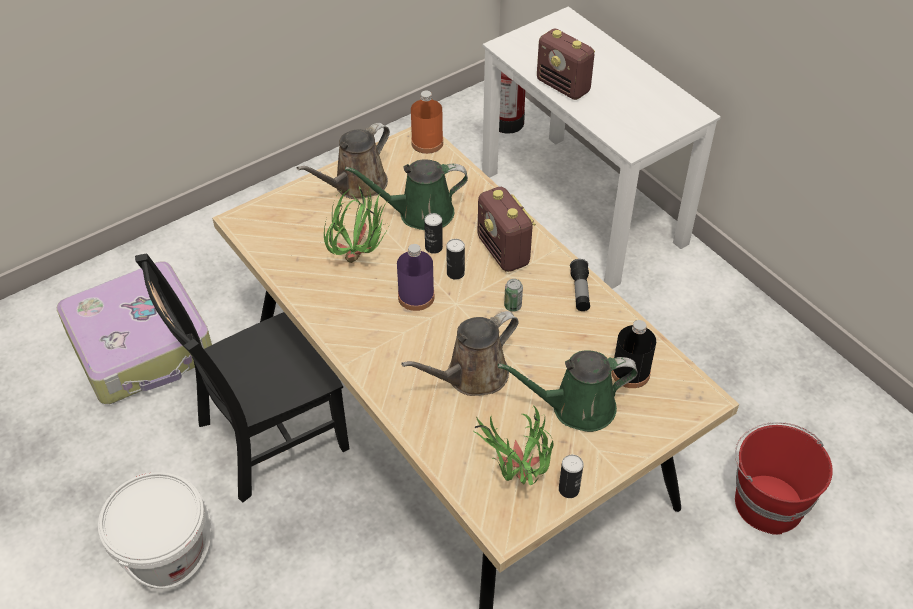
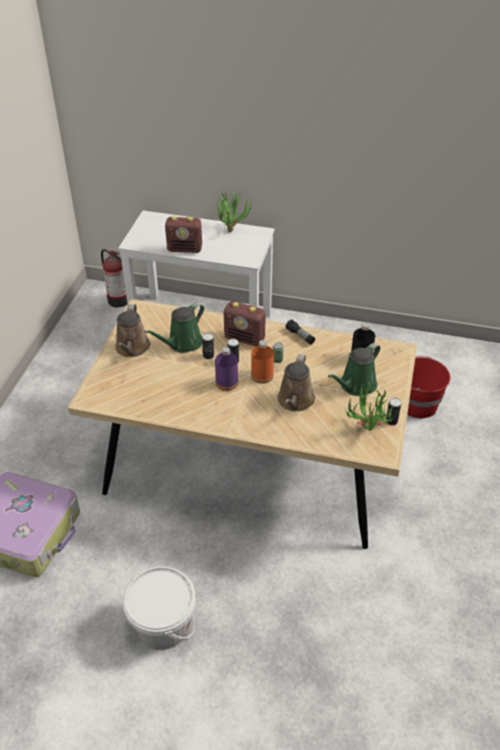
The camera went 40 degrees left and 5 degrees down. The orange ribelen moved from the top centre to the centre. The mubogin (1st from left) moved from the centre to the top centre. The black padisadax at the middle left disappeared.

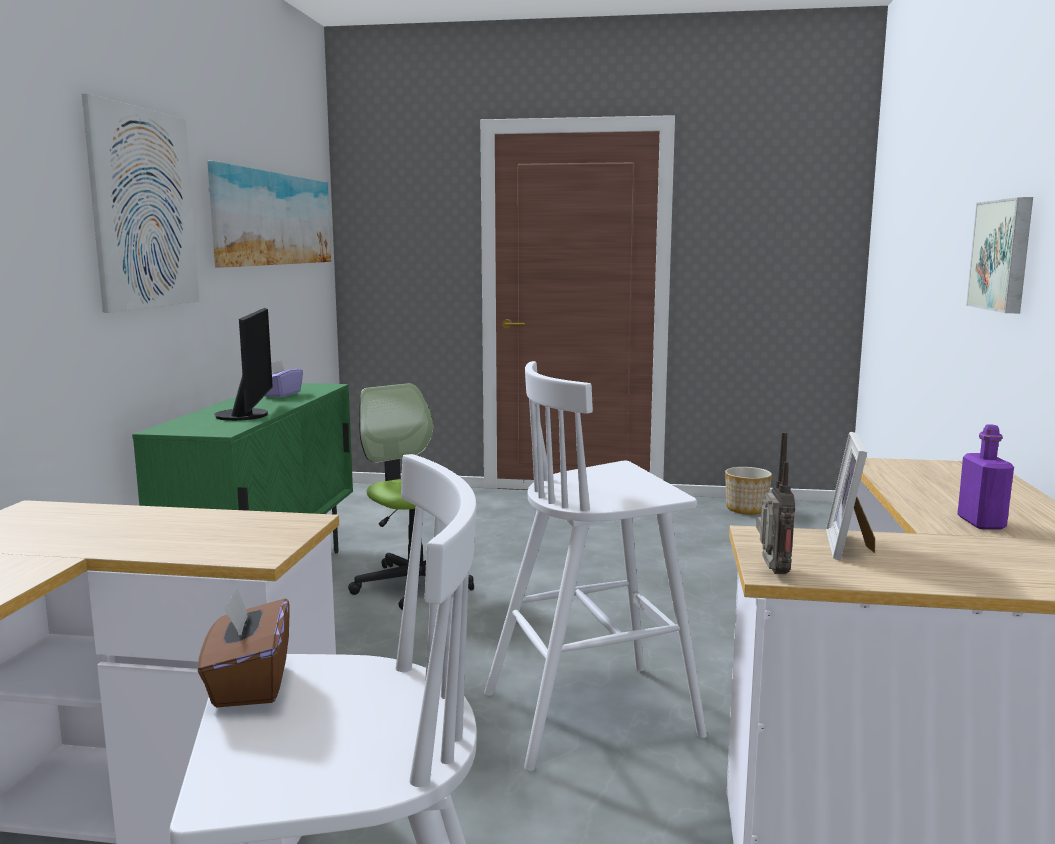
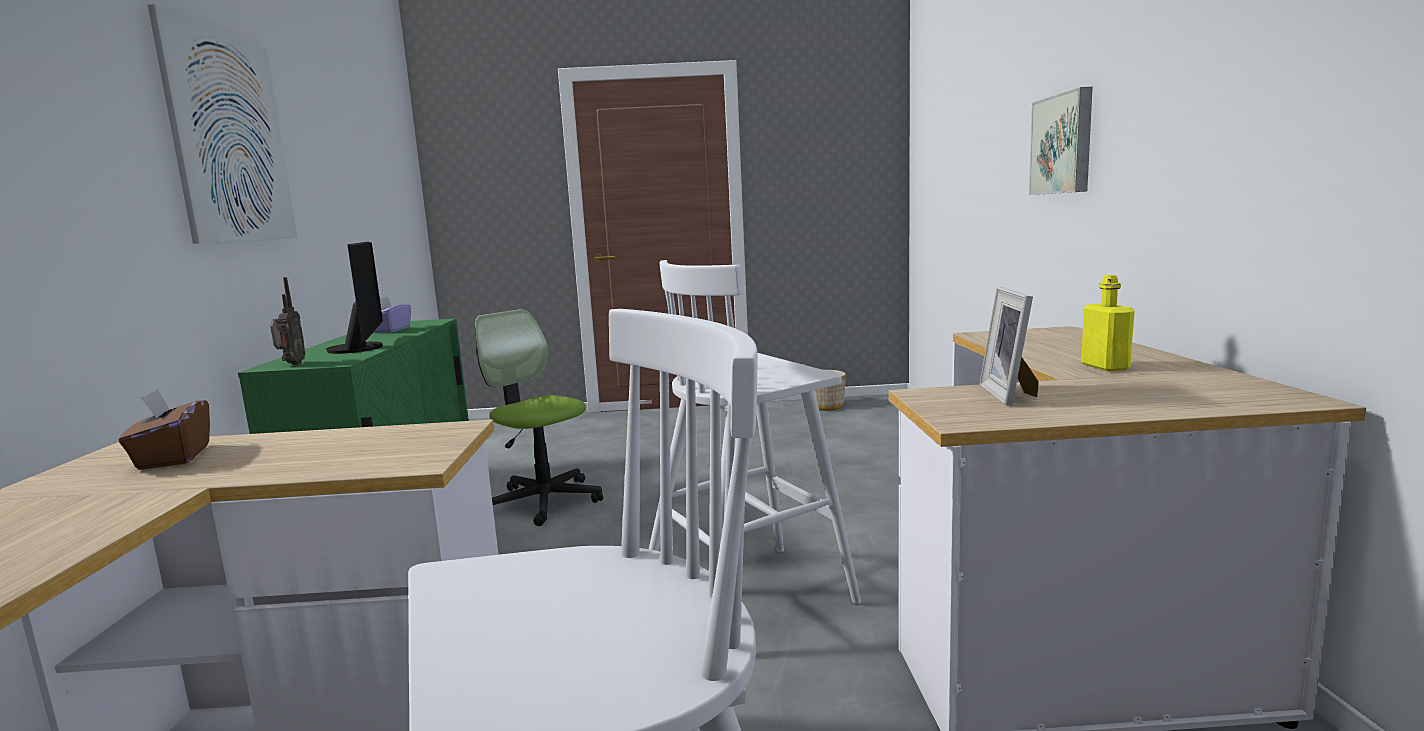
The camera went 10 degrees left and 0 degrees up. The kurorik (2nd from left) at the top left disappeared. The purple ribelen at the middle right became the yellow ribelen at the middle right. The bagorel moved from the middle right to the middle left. The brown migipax moved from the bottom left to the middle left.

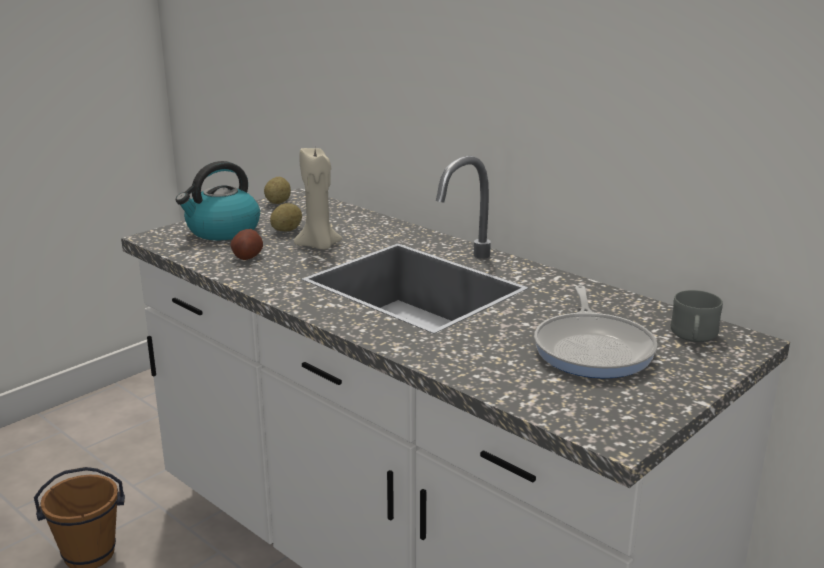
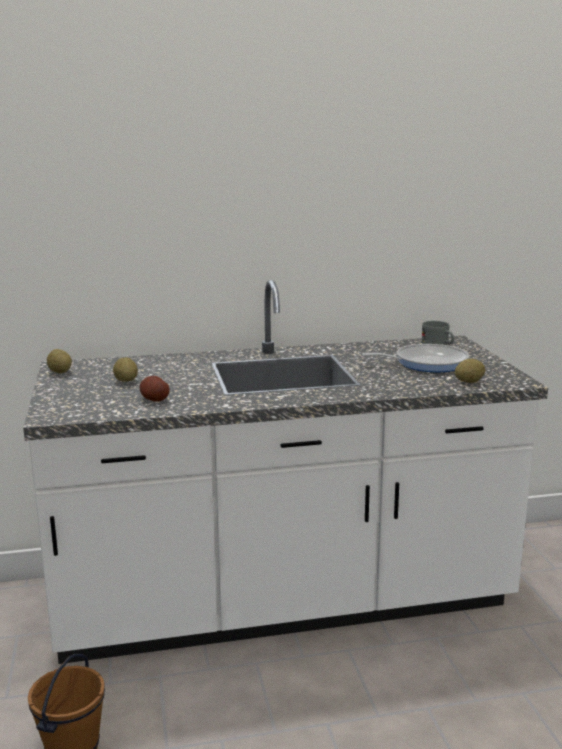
The camera went 55 degrees left and 5 degrees down. The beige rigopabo at the centre disappeared. The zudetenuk at the middle left disappeared. The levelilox at the middle right turned 45 degrees counterclockwise. The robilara (4th from left) at the middle right appeared.

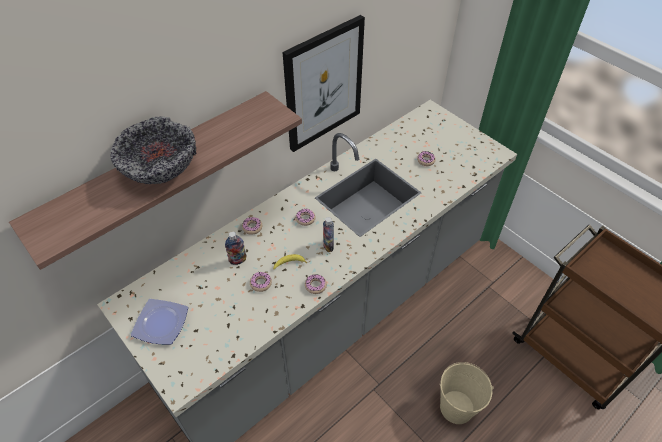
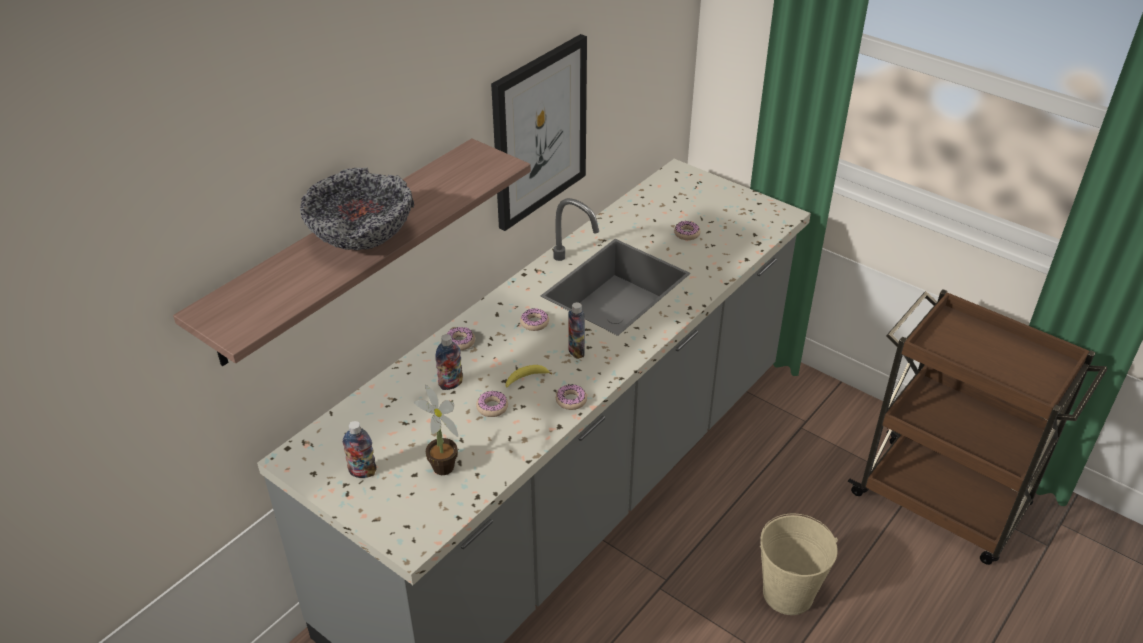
The camera went 10 degrees left and 10 degrees down. The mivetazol at the bottom left was replaced by the ribelen (1st from left) at the bottom left. The mubogin at the bottom centre appeared.

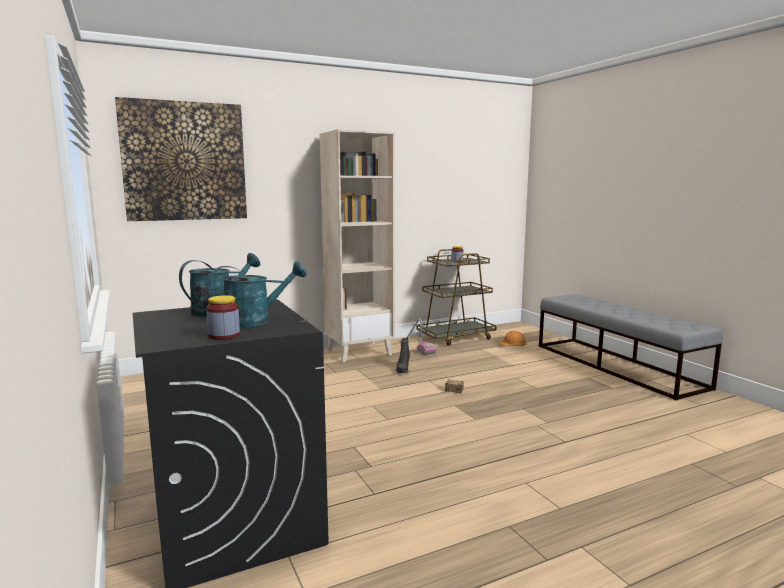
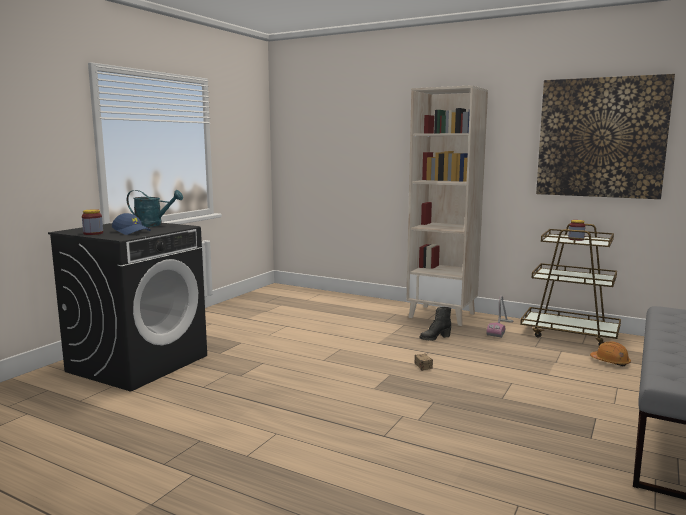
The camera went 55 degrees right and 0 degrees up. The kurorik moved from the top left to the top right. The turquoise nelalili (2nd from left) at the middle left was replaced by the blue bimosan at the middle left.

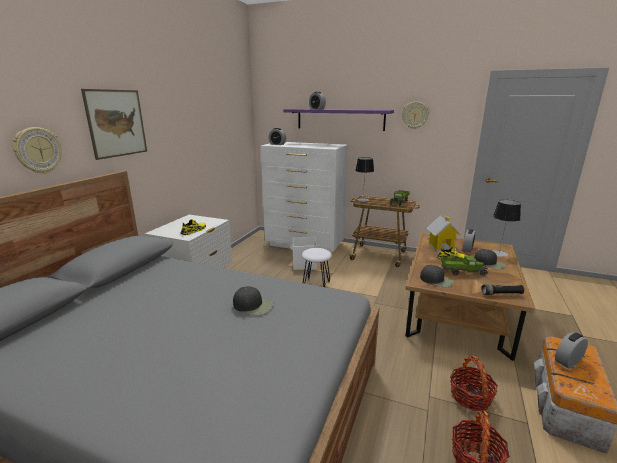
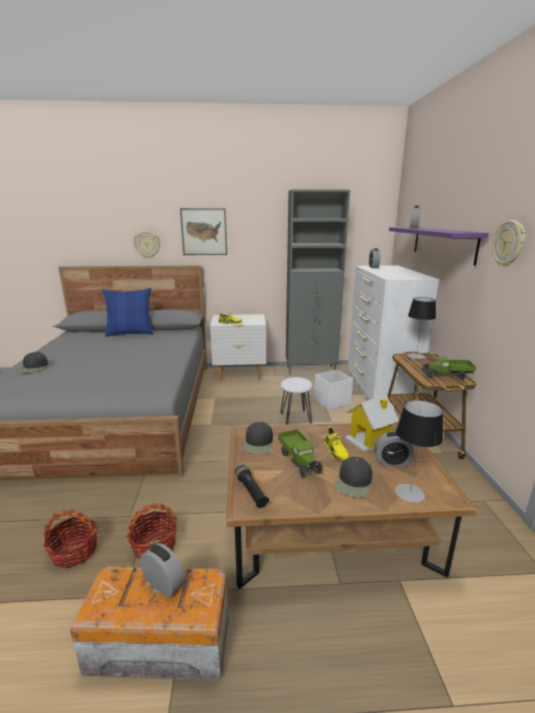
The camera went 65 degrees right and 0 degrees up. The black bimosan (1st from left) moved from the centre to the middle left. The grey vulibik at the centre appeared. The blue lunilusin at the middle left appeared.

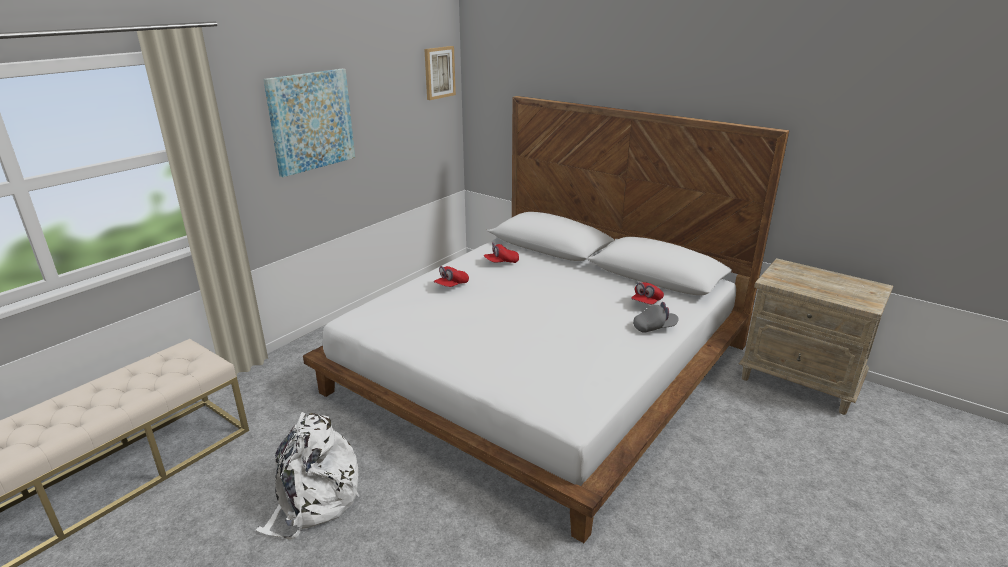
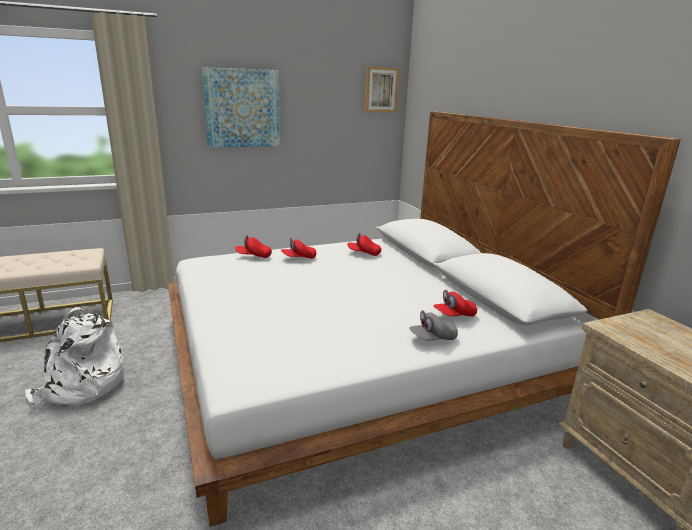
The camera went 30 degrees right and 5 degrees down. The grey bimosan at the centre turned 135 degrees clockwise. The red bimosan (1st from left) at the centre appeared.

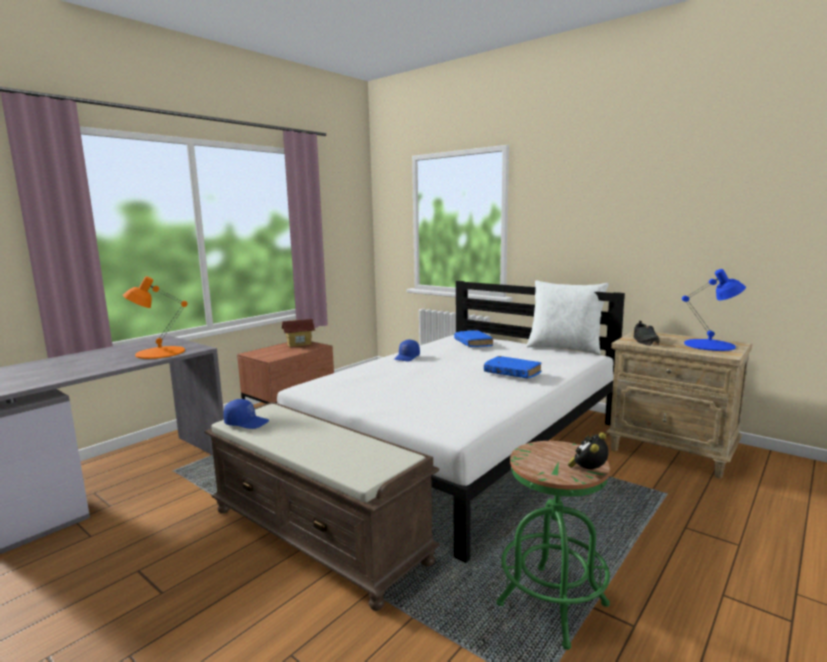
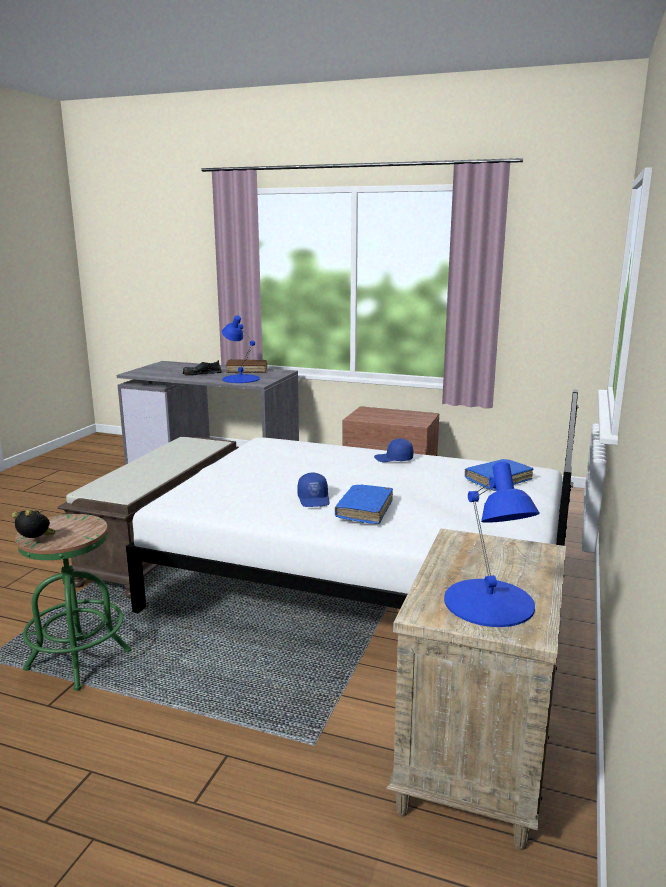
The camera went 70 degrees right and 5 degrees up. The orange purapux at the middle left became the blue purapux (1st from left) at the centre. The white lunilusin at the middle right disappeared. The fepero at the centre disappeared. The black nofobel moved from the middle right to the middle left. The blue bimosan (1st from left) moved from the middle left to the centre. The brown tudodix at the centre appeared.

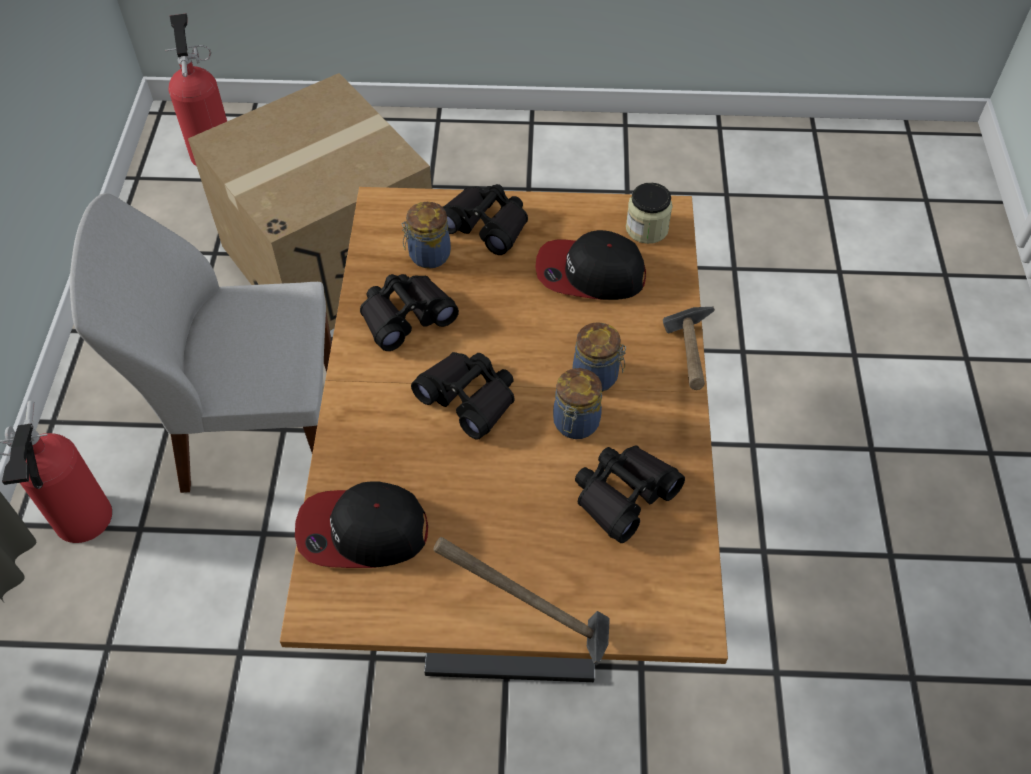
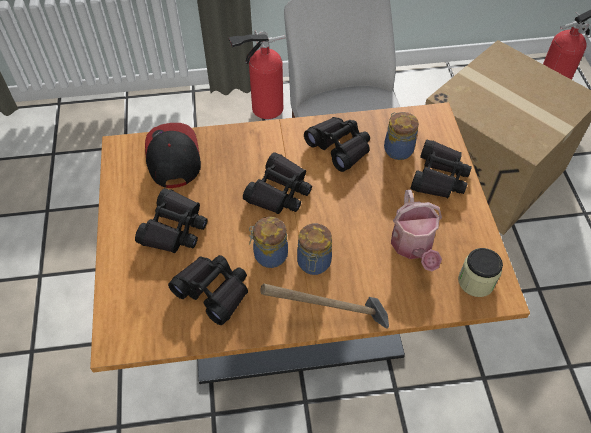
The camera went 80 degrees right and 0 degrees up. The bimosan (2nd from left) at the centre was replaced by the nelalili at the middle right. The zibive (1st from left) at the bottom centre disappeared. The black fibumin (1st from left) at the middle left appeared.

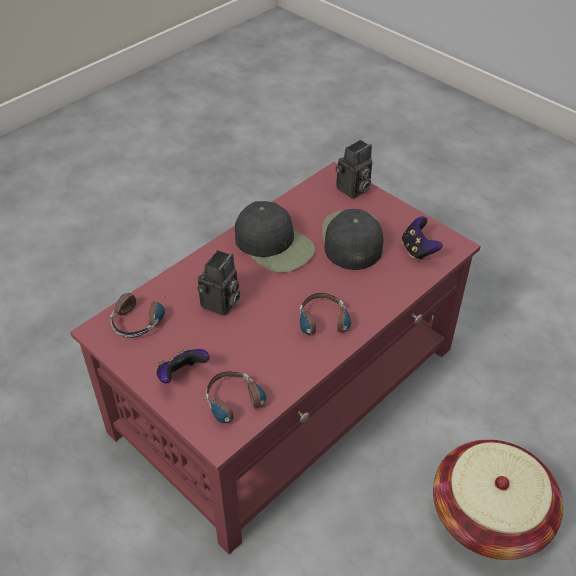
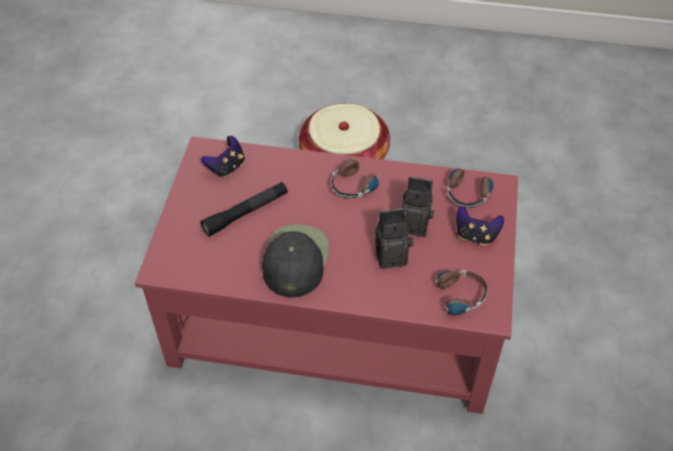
The camera went 125 degrees left and 5 degrees up. The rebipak (2nd from left) moved from the top centre to the centre. The black bimosan (2nd from left) at the centre was replaced by the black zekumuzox at the centre.

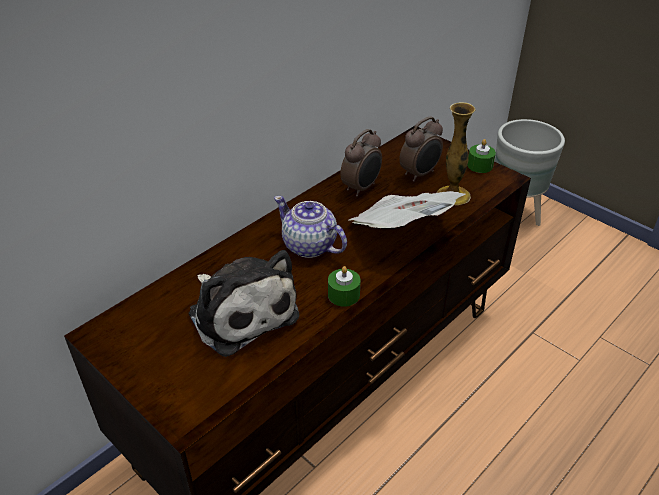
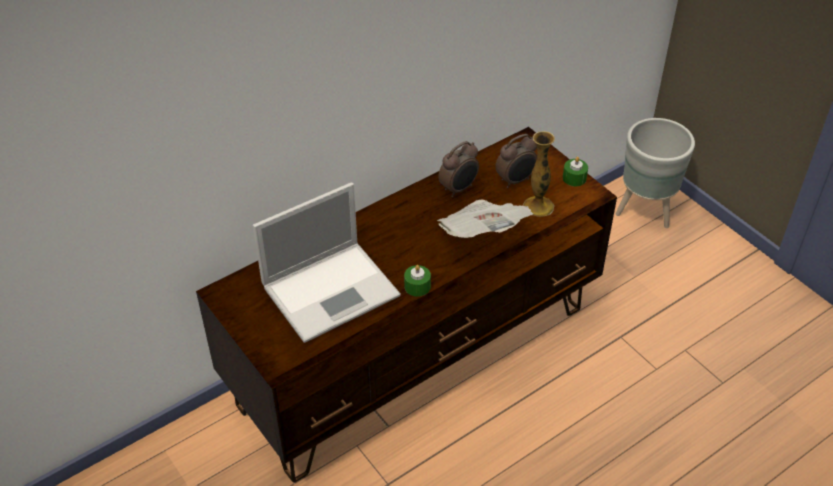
The camera went 10 degrees right and 5 degrees up. The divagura at the centre disappeared. The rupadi at the centre was replaced by the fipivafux at the centre.

